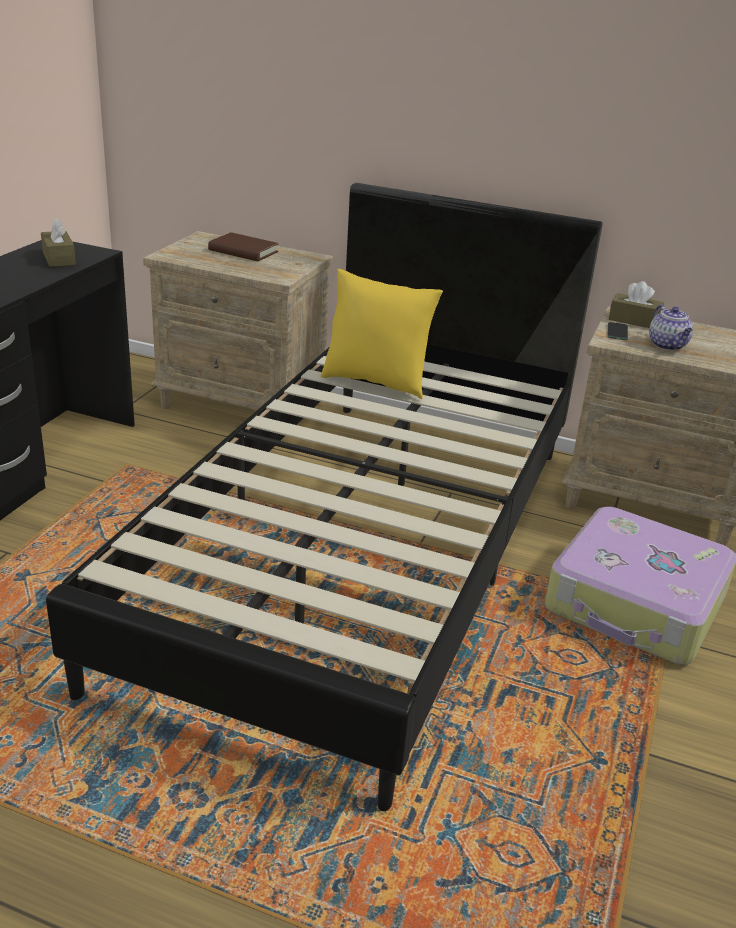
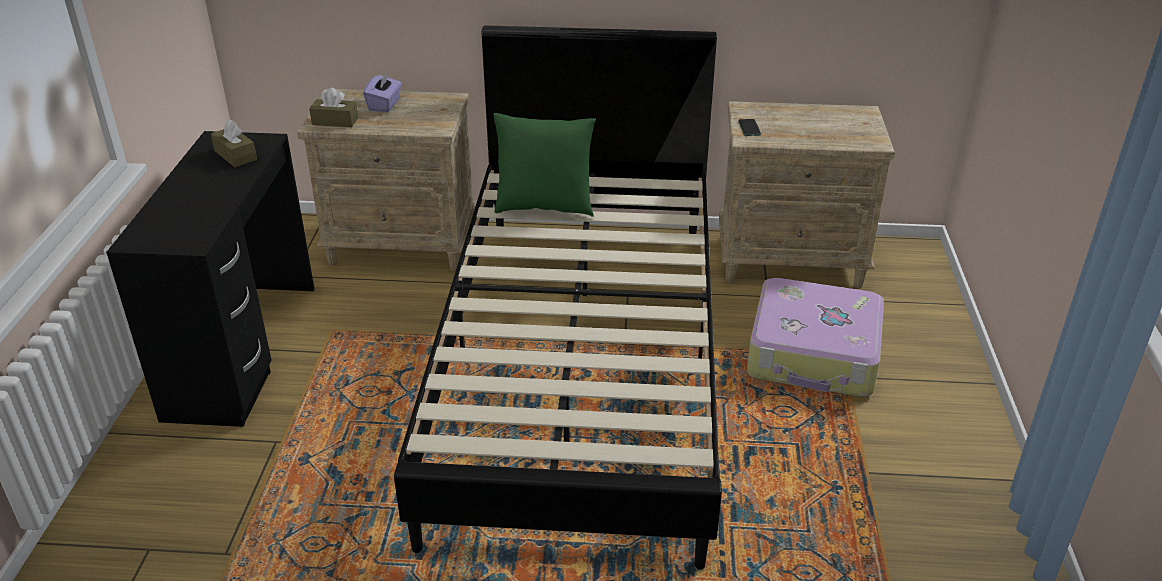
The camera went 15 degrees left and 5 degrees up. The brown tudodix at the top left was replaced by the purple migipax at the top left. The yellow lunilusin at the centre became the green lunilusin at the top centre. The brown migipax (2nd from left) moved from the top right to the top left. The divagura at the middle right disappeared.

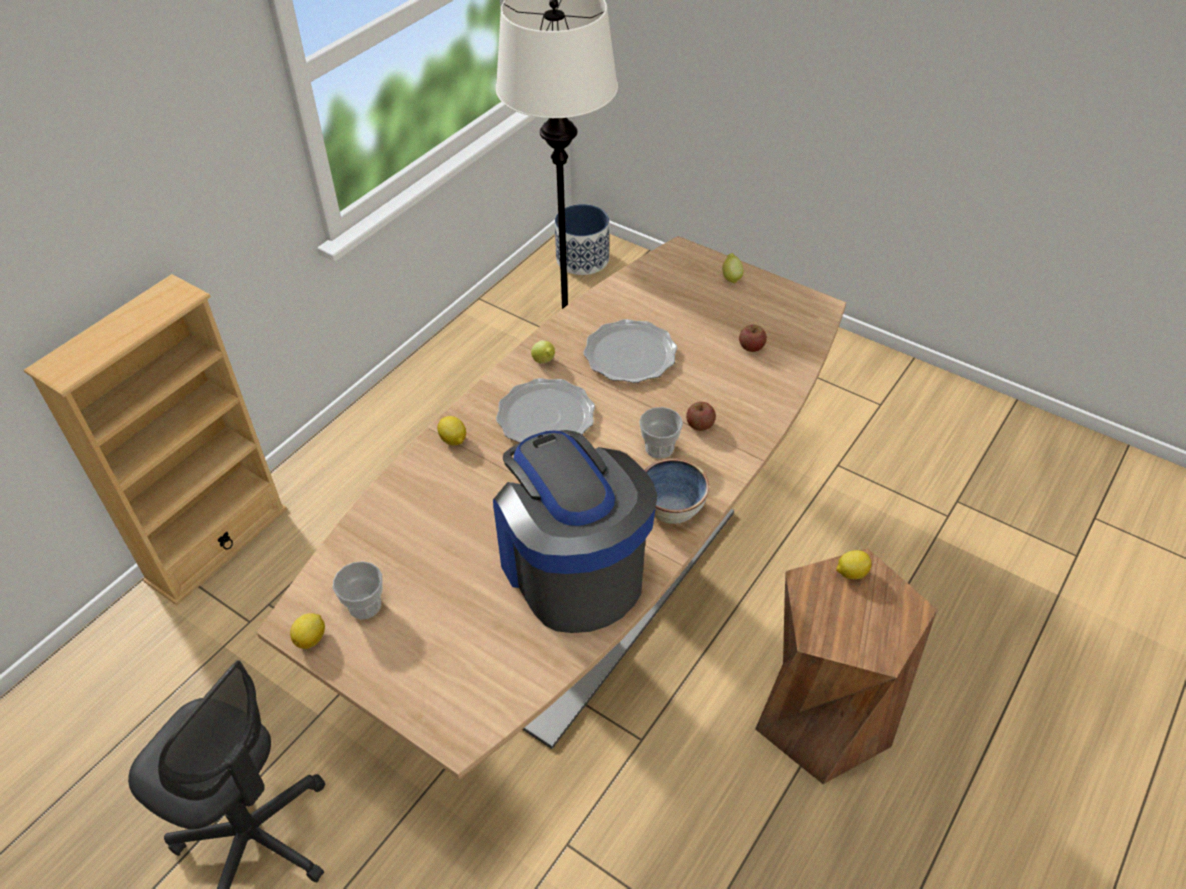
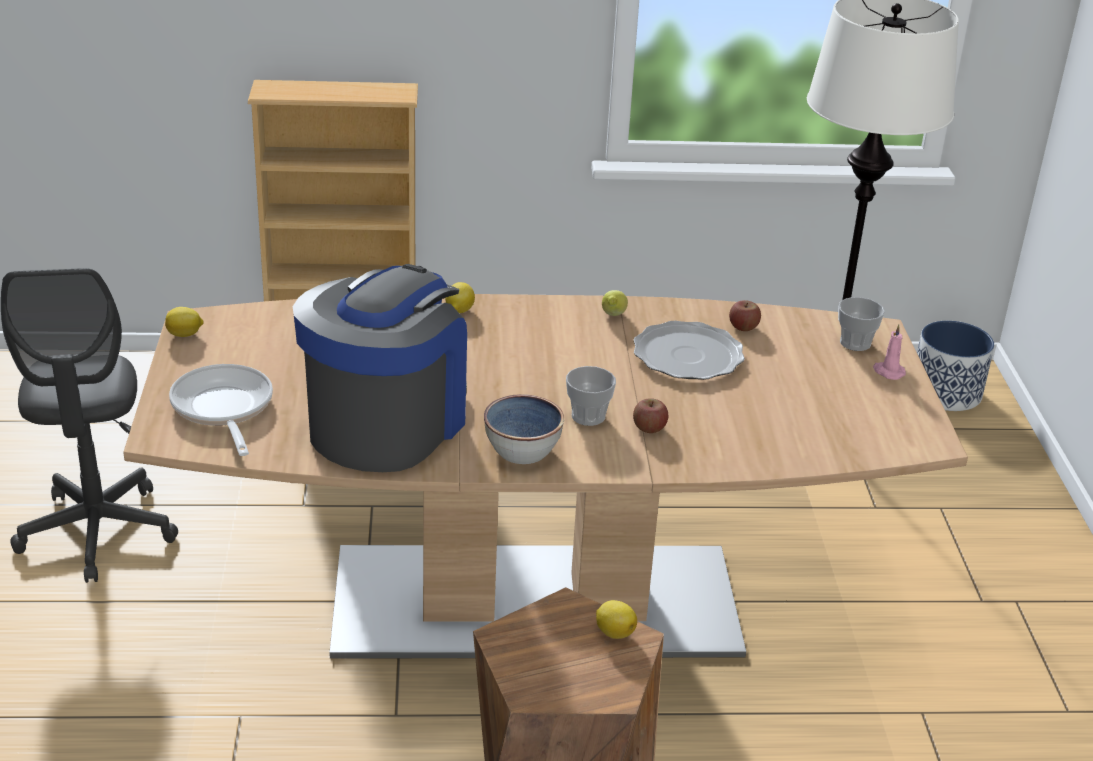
The camera went 50 degrees right and 15 degrees down. The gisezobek (4th from left) at the top centre was replaced by the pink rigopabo at the middle right. The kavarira (2nd from left) moved from the centre to the middle right. The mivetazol (1st from left) at the centre disappeared. The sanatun (1st from left in the first image) moved from the middle left to the middle right. The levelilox at the middle left appeared.

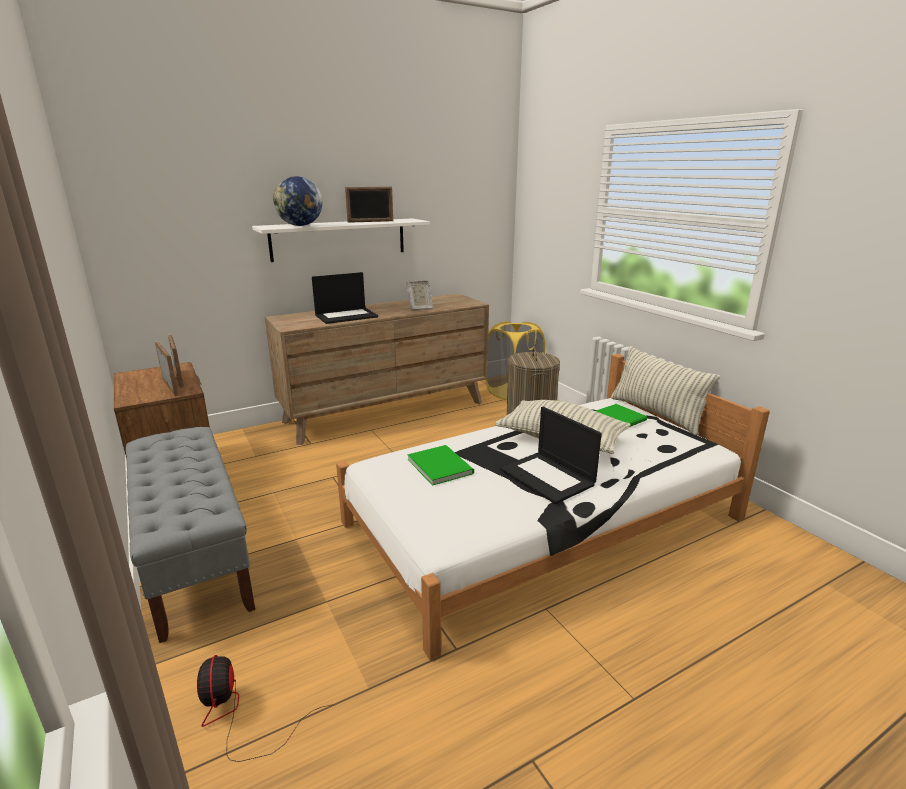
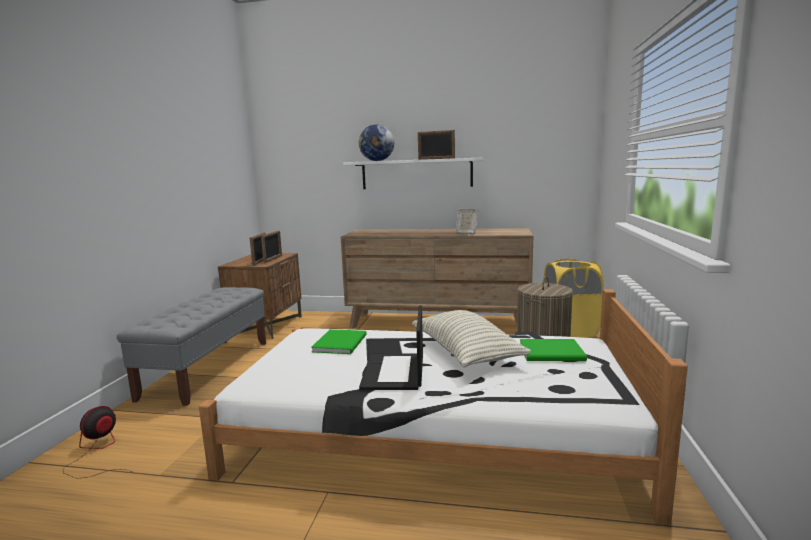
The camera went 40 degrees right and 10 degrees down. The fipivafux (1st from left) at the centre disappeared. The lunilusin (2nd from left) at the middle right disappeared.

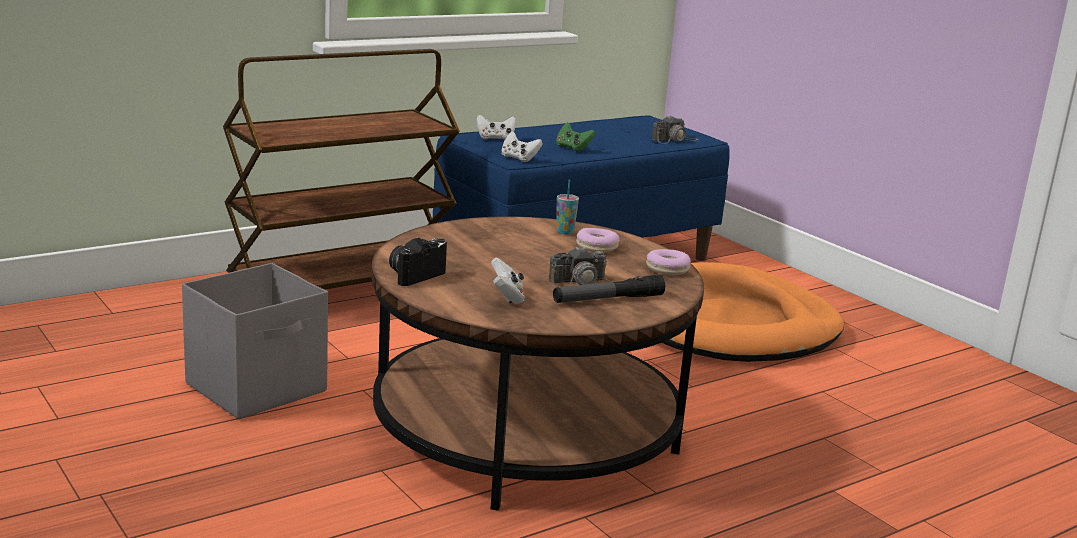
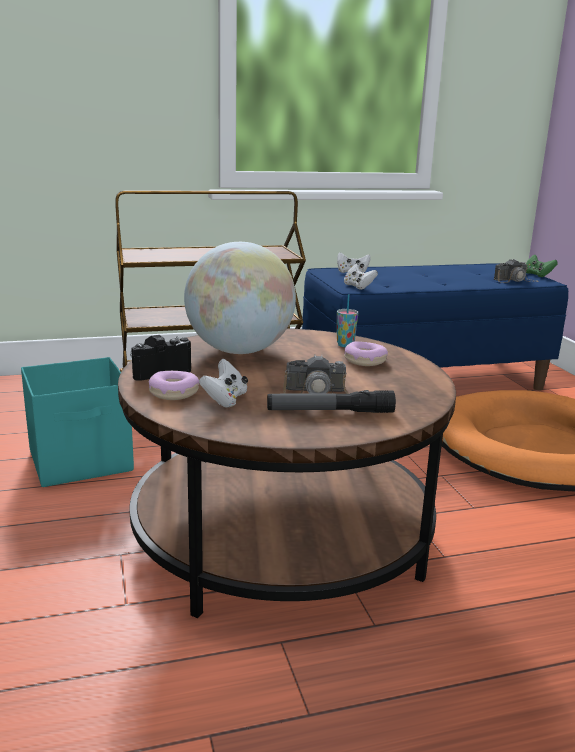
The camera went 20 degrees right and 0 degrees up. The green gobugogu moved from the top centre to the middle right. The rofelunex (2nd from left in the first image) moved from the centre to the middle left. The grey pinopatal at the middle left became the turquoise pinopatal at the middle left. The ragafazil at the centre appeared.

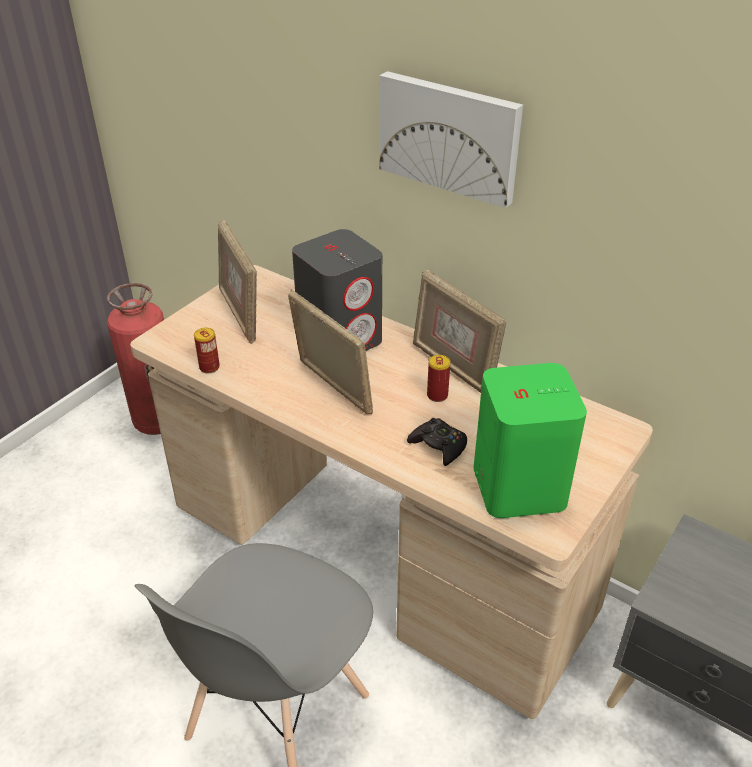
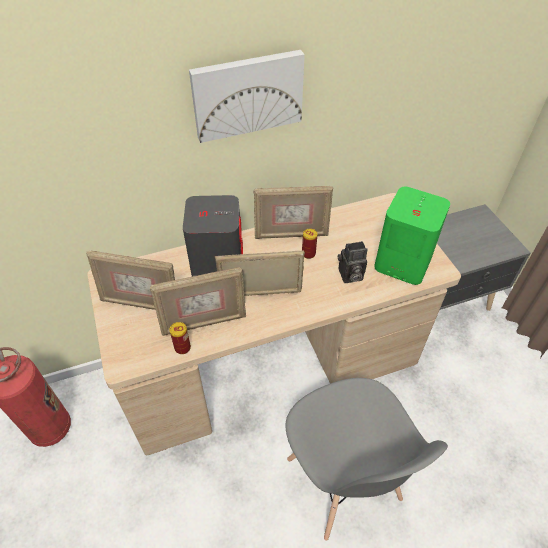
The camera went 55 degrees left and 10 degrees up. The black gobugogu at the centre was replaced by the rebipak at the centre. The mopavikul (2nd from left) at the centre appeared.

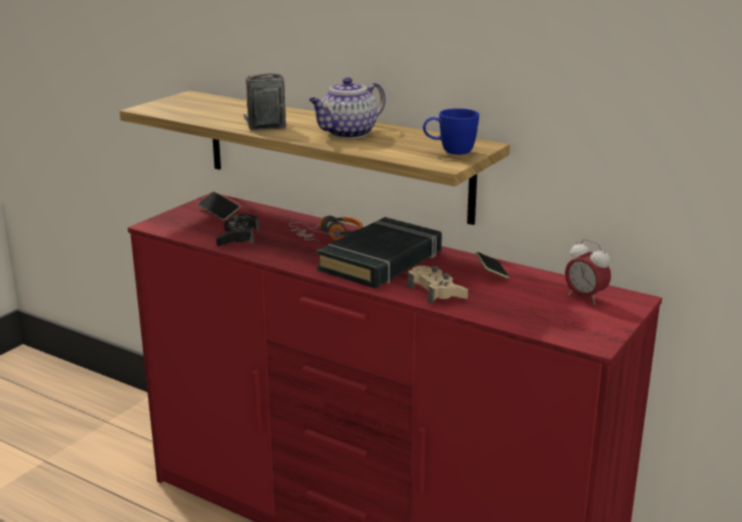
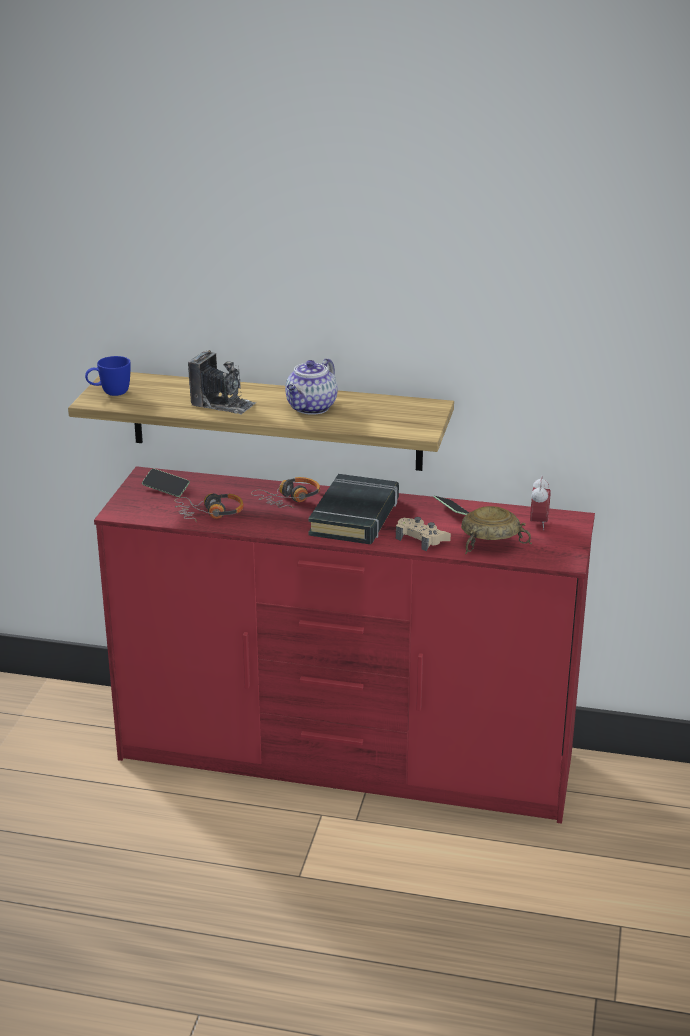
The camera went 20 degrees left and 5 degrees up. The rebipak at the top centre turned 150 degrees clockwise. The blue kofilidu moved from the top centre to the middle left. The black gobugogu at the middle left was replaced by the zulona (1st from left) at the middle left. The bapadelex at the middle right turned 105 degrees counterclockwise. The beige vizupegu at the middle right appeared.

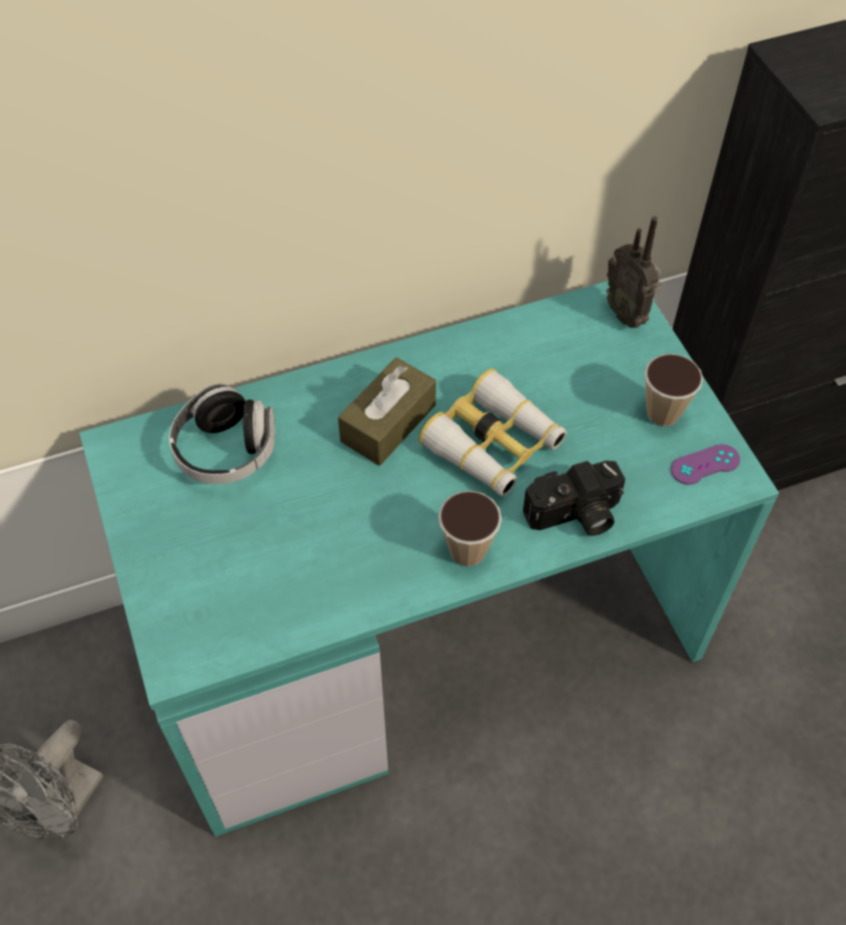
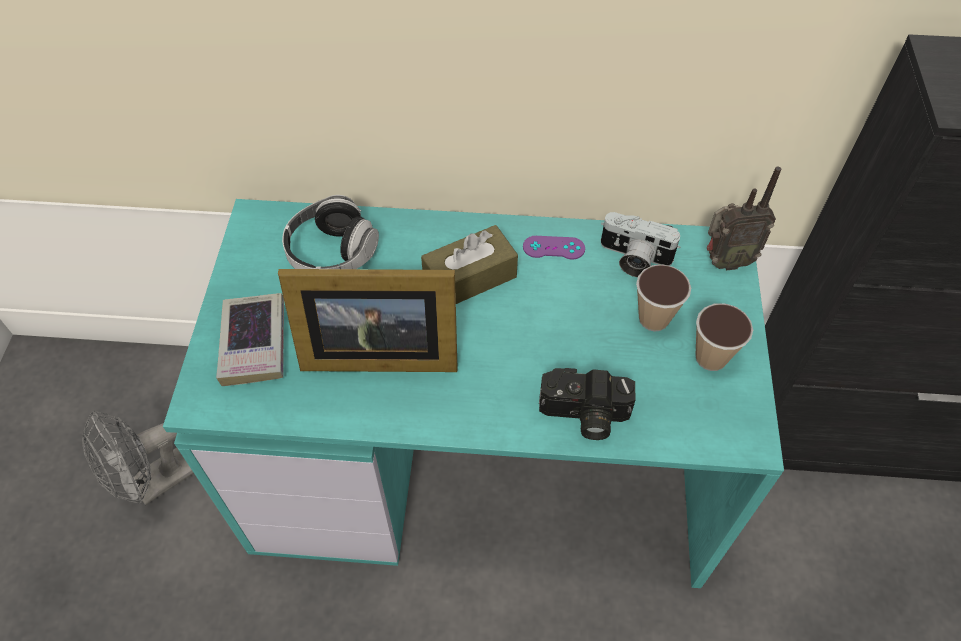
The camera went 25 degrees right and 0 degrees up. The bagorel at the top right turned 90 degrees counterclockwise. The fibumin at the centre disappeared. The purple gobugogu moved from the middle right to the centre. The sanatun (1st from left) moved from the centre to the middle right. The rebipak (2nd from left) at the centre appeared. The mopavikul at the centre appeared. The tudodix at the middle left appeared.

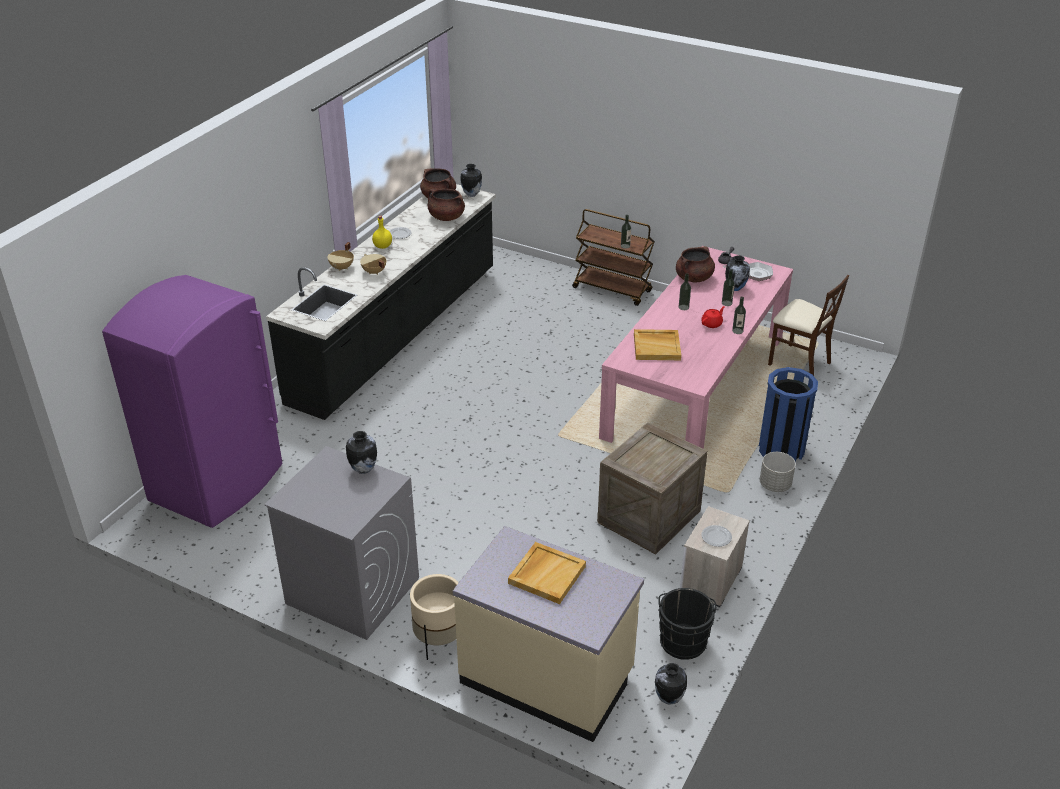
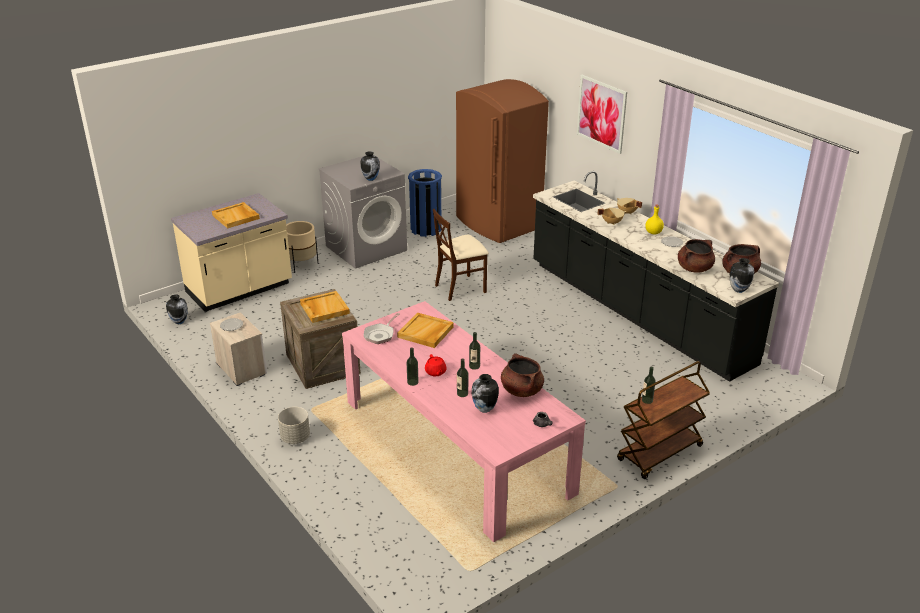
The camera went 115 degrees right and 5 degrees down. The levelilox moved from the middle right to the centre. The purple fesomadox at the middle left became the brown fesomadox at the top centre. The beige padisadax moved from the middle right to the centre. The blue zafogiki moved from the middle right to the top centre. The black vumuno at the bottom centre disappeared. The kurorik at the top centre appeared. The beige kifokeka (2nd from left) at the centre appeared.

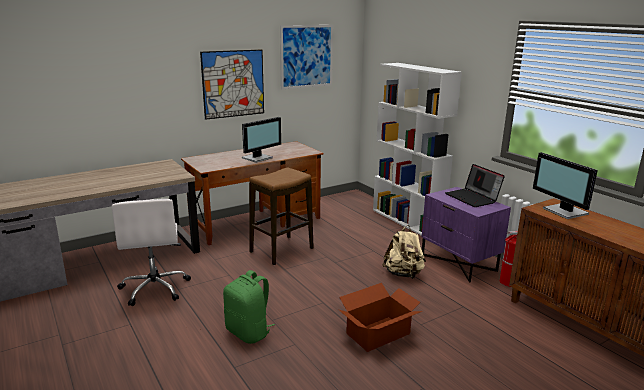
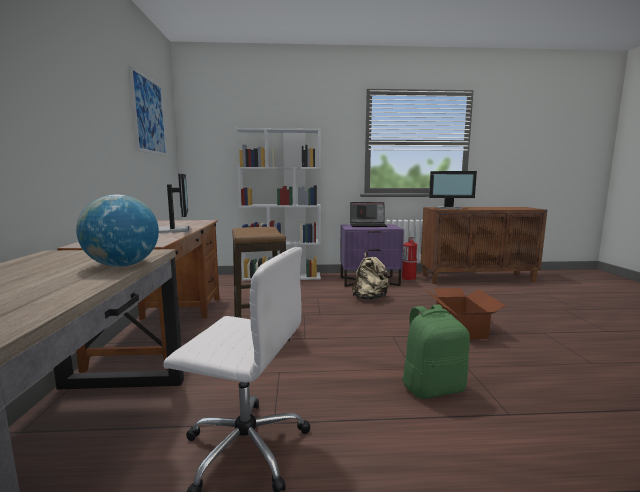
The camera went 60 degrees left and 10 degrees down. The kurorik (1st from left) at the top centre disappeared. The ragafazil at the middle left appeared.

